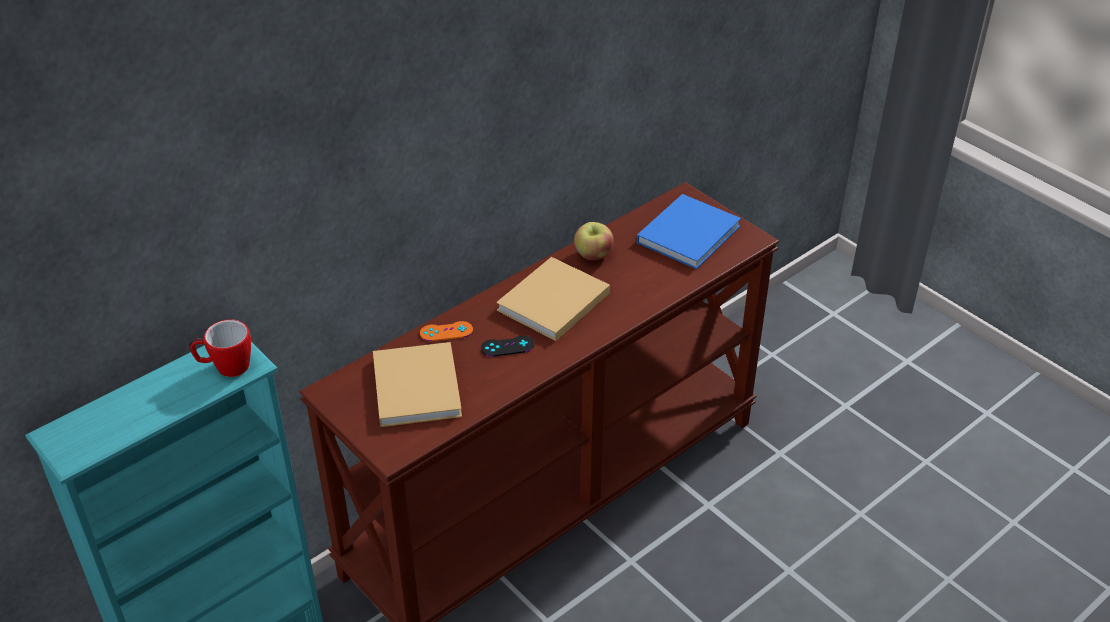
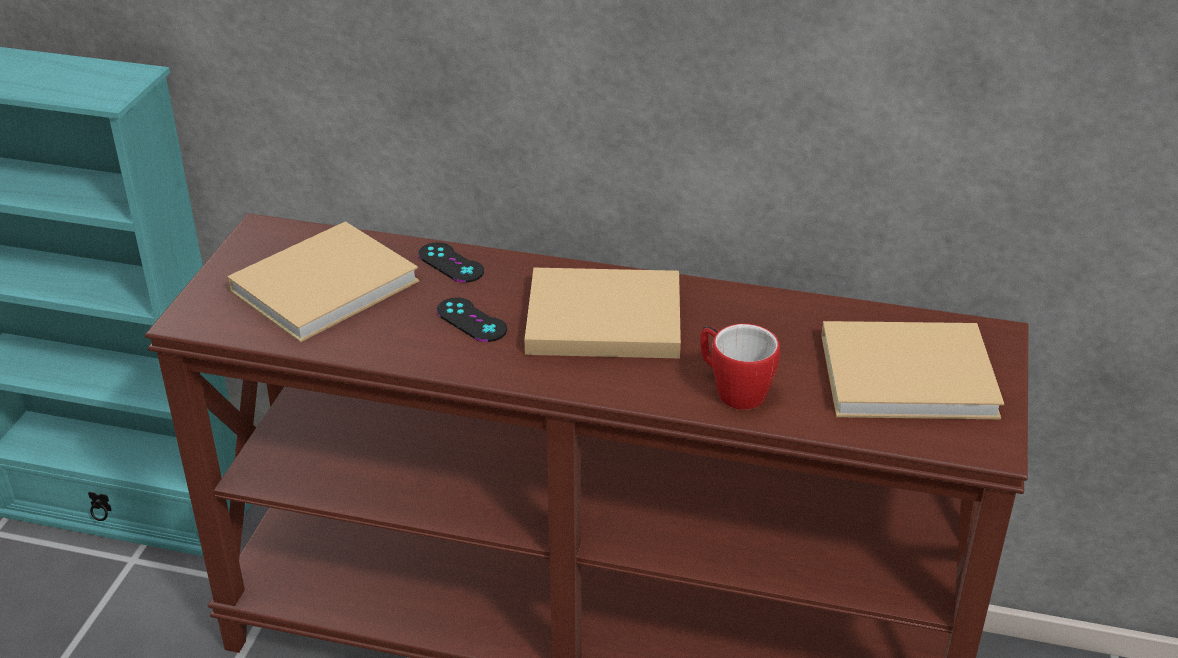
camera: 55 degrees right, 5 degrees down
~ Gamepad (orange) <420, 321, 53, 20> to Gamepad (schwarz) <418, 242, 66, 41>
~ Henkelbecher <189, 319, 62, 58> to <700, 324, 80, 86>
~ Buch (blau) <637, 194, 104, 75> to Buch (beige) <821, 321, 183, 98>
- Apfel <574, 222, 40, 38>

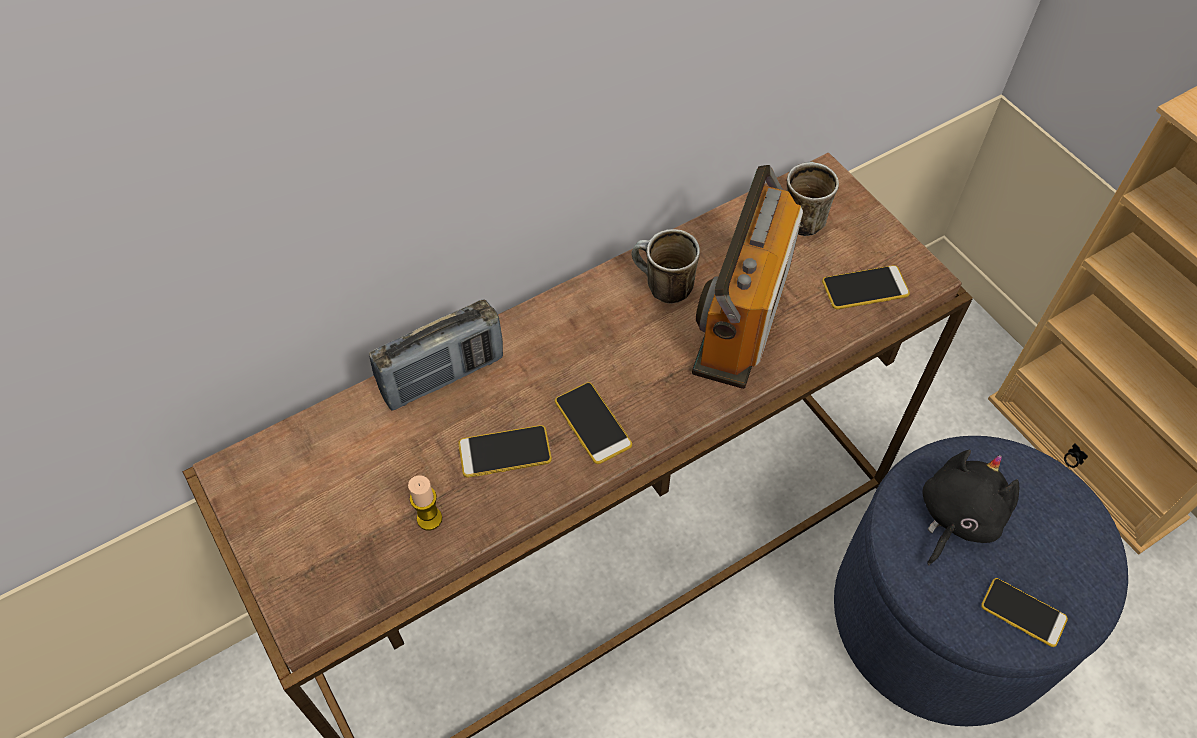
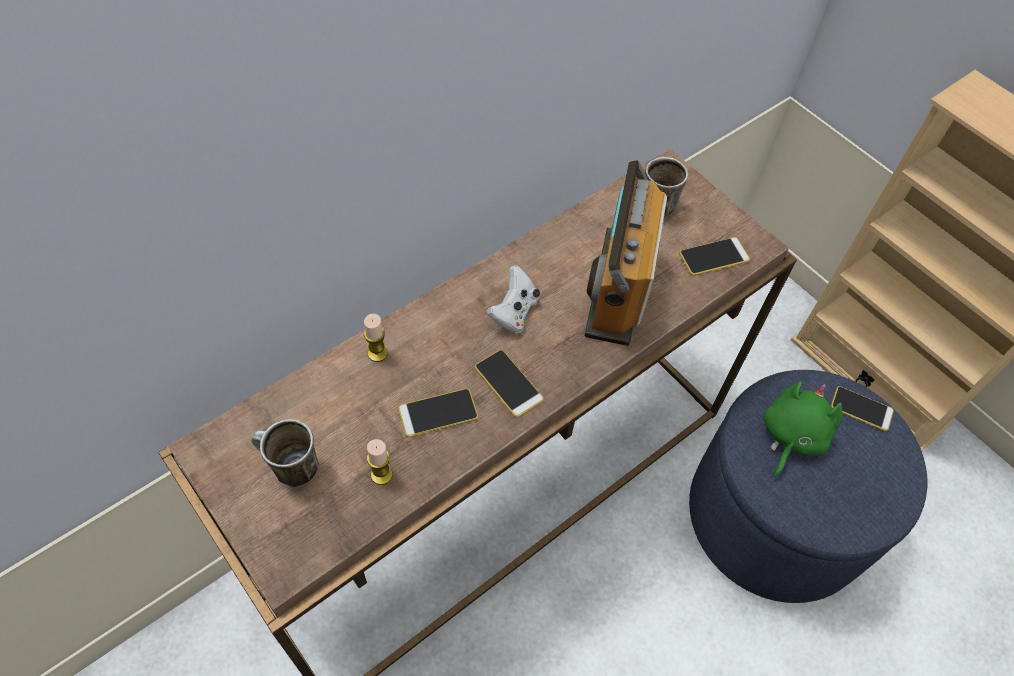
camera: 10 degrees left, 0 degrees up
~ Henkelbecher <632, 229, 68, 75> to <251, 419, 68, 68>
~ Radio <369, 299, 134, 112> to Kerze <364, 314, 23, 48>
+ Gamepad (weiß) <486, 266, 54, 68>
~ Plüschtier (schwarz) <923, 450, 96, 115> to Plüschtier (grün) <764, 382, 78, 95>
~ Handy <981, 578, 87, 69> to <831, 386, 63, 45>

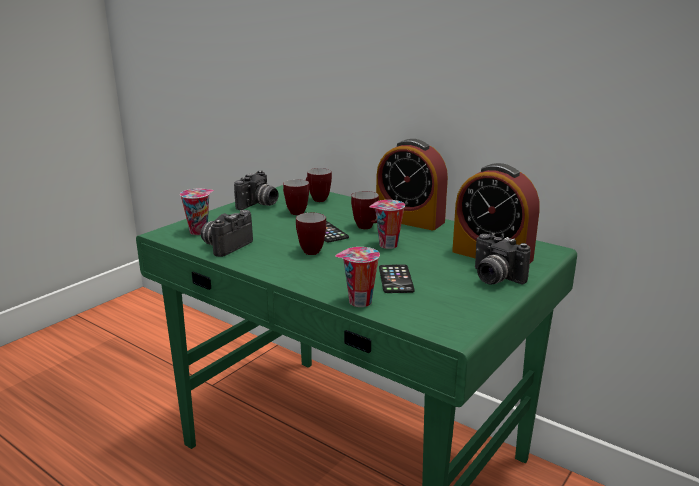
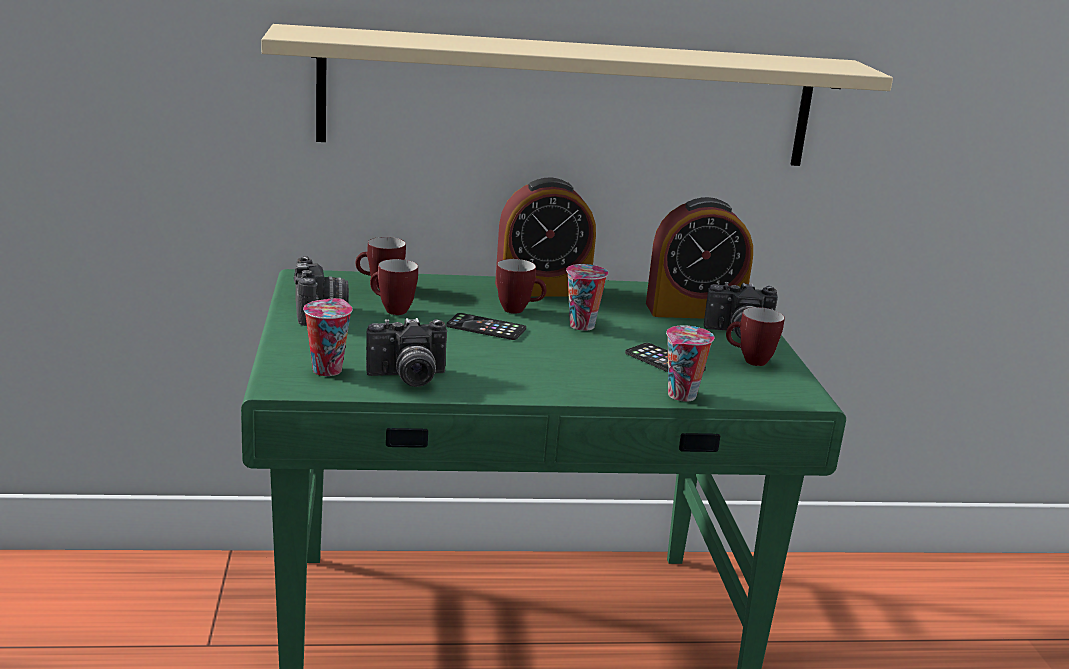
camera: 45 degrees left, 0 degrees up
+ Wandregal (beige) <261, 24, 632, 142>
~ Kamera <201, 210, 52, 47> = <366, 318, 81, 69> 90 degrees counterclockwise
~ Henkelbecher <296, 213, 30, 42> to <726, 307, 59, 59>

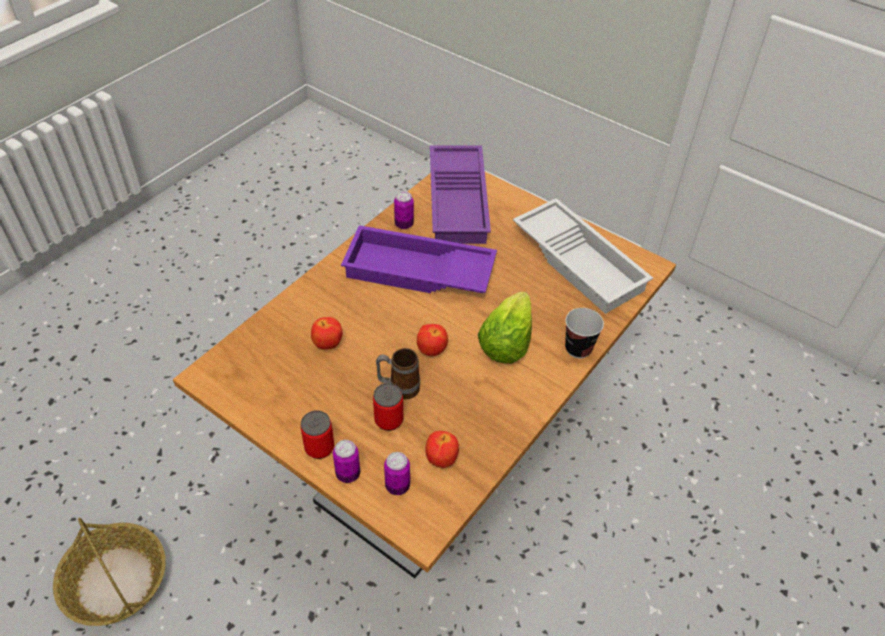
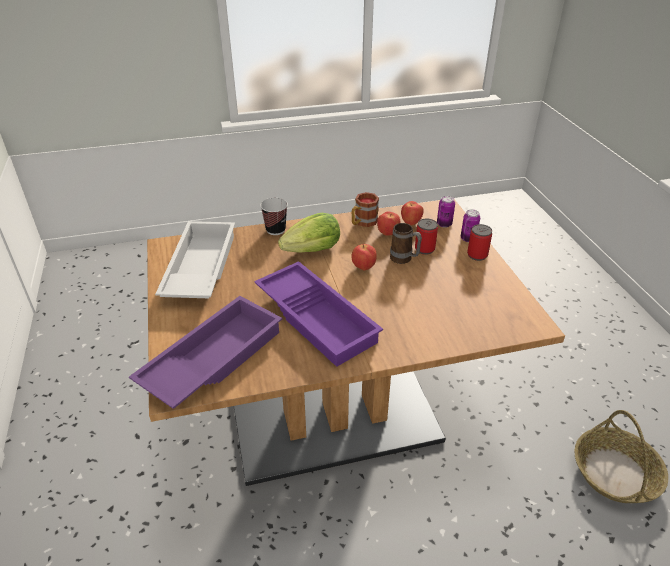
camera: 140 degrees left, 10 degrees down
+ Henkelbecher <351, 192, 28, 35>
~ Apfel <311, 317, 32, 33> to <377, 211, 24, 25>
- Dose <394, 191, 20, 38>

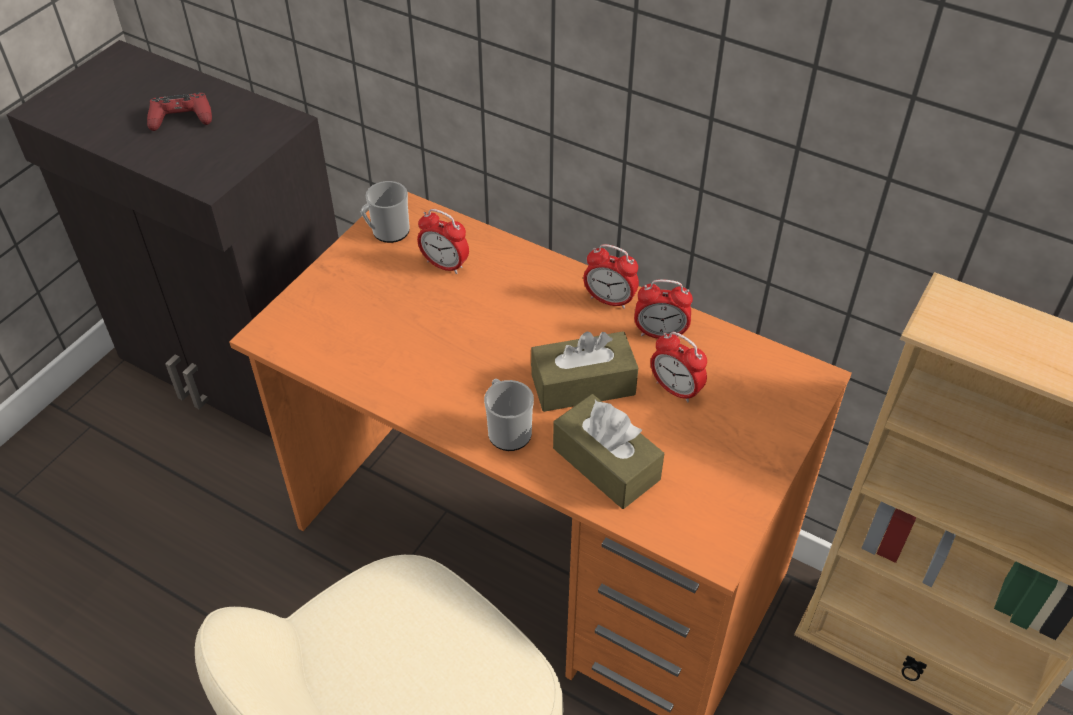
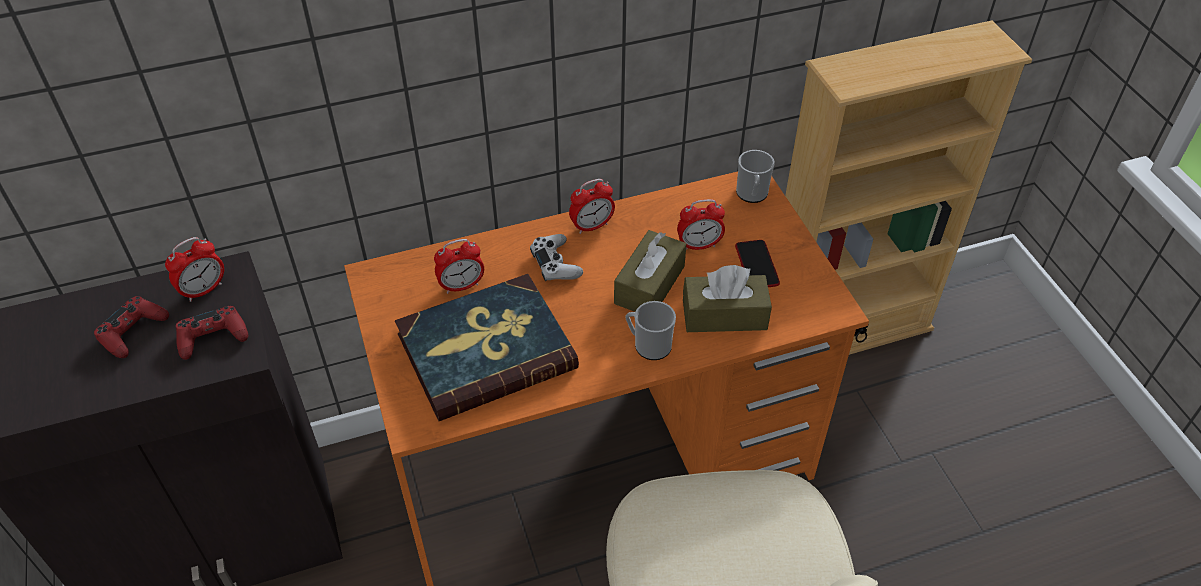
camera: 50 degrees left, 0 degrees up
~ Wecker <634, 279, 59, 60> to <165, 237, 59, 65>
+ Gamepad (rot) <176, 306, 72, 54>
+ Buch <395, 274, 184, 147>
+ Gamepad (weiß) <530, 234, 53, 47>
+ Handy <735, 240, 45, 47>
~ Henkelbecher <361, 181, 49, 62> to <736, 150, 39, 53>

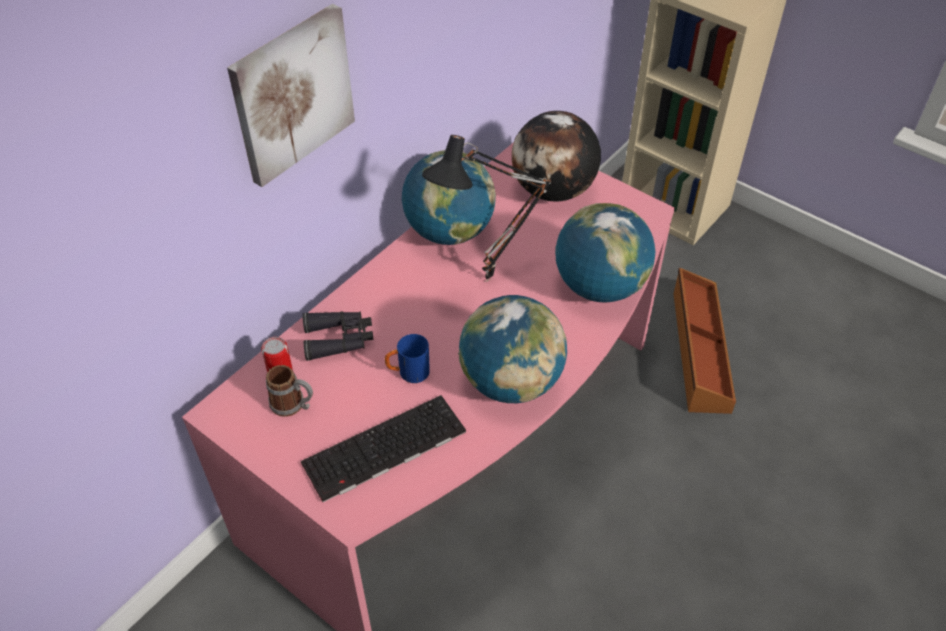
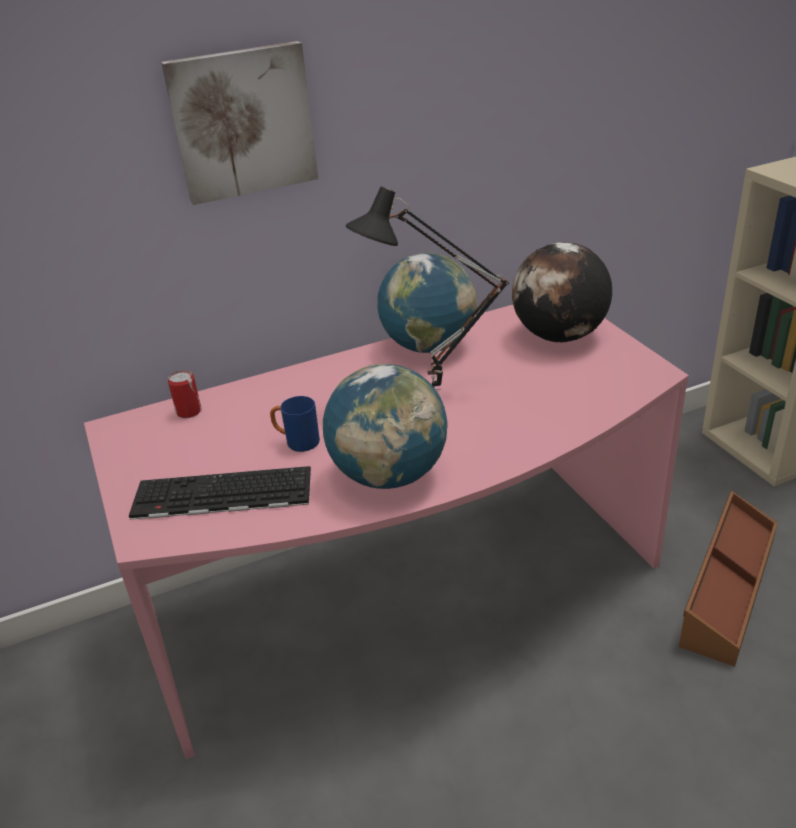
camera: 30 degrees right, 15 degrees down
- Henkelbecher <266, 365, 47, 52>
- Fernglas (schwarz) <302, 311, 71, 50>
- Globus <555, 203, 100, 99>

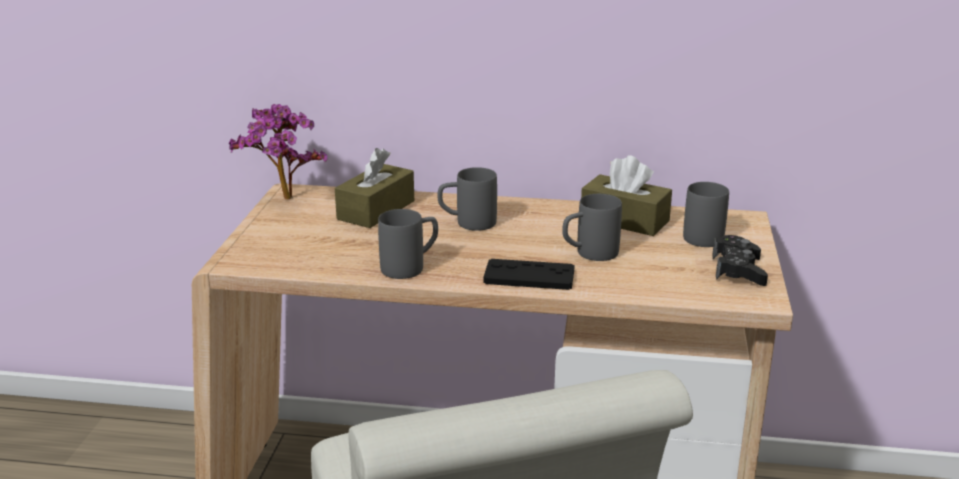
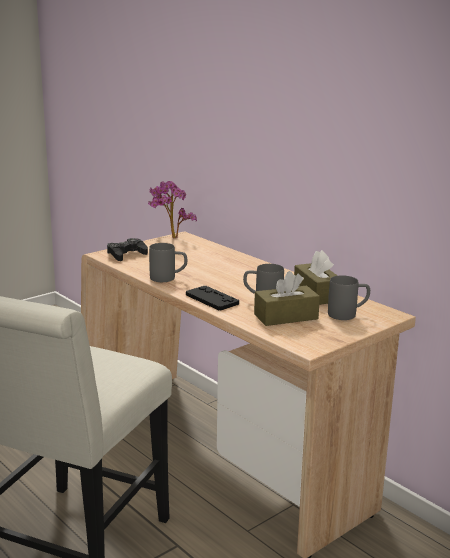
camera: 40 degrees right, 5 degrees down
~ Gamepad (schwarz) <712, 235, 56, 51> to <107, 238, 41, 23>
~ Taschentuchbox (braun) <335, 148, 79, 80> to <254, 271, 66, 55>
- Henkelbecher (grau) <437, 167, 60, 64>

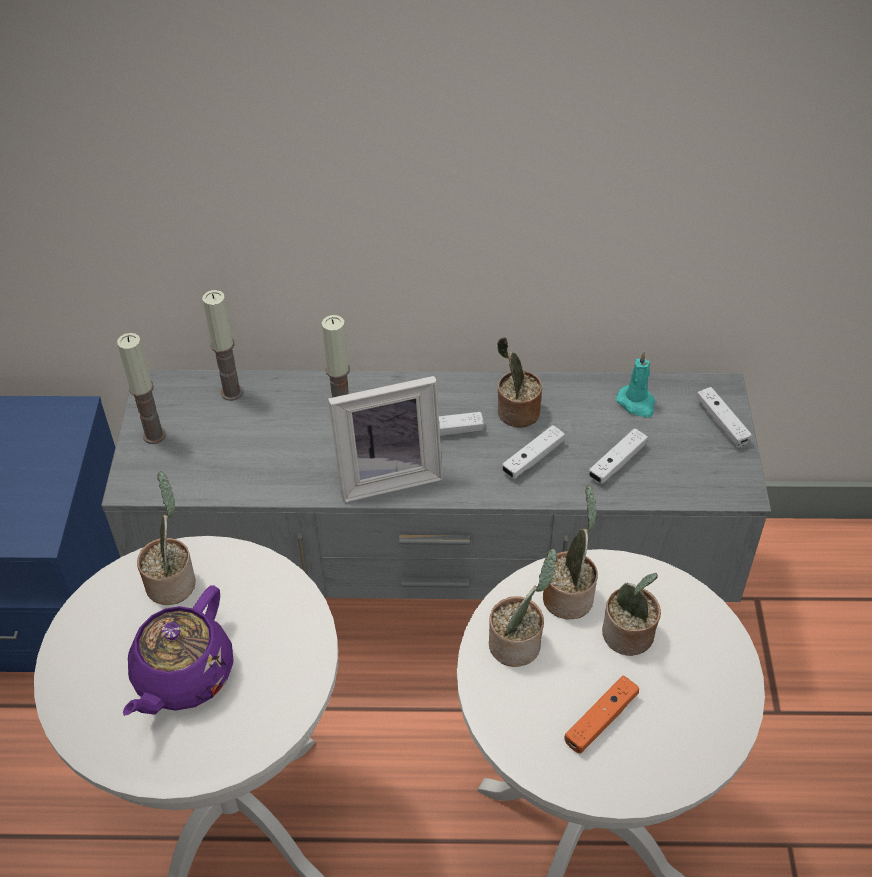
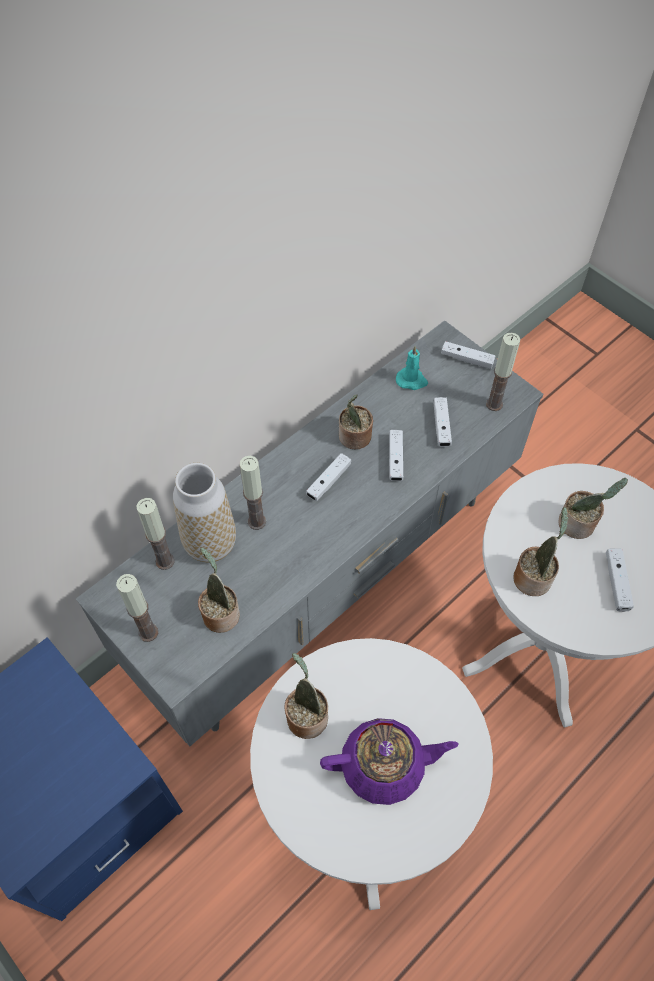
camera: 45 degrees left, 10 degrees up
+ Vase <173, 463, 63, 100>
~ Topfpflanze <543, 485, 55, 134> to <198, 548, 42, 85>
~ Teekanne (lila) <123, 585, 111, 131> = <320, 718, 139, 87> 75 degrees counterclockwise
+ Kerze <486, 333, 34, 78>
~ Gamepad (orange) <565, 676, 74, 78> to Gamepad (weiß) <606, 548, 28, 64>
- Bilderrahmen <328, 376, 115, 127>

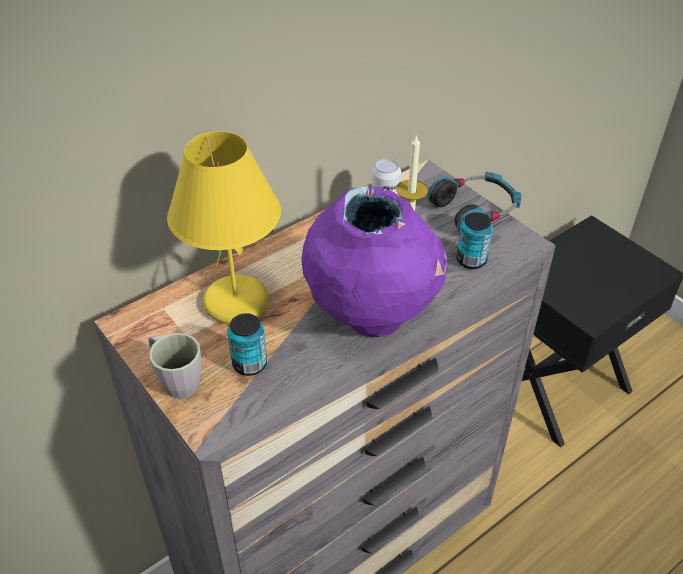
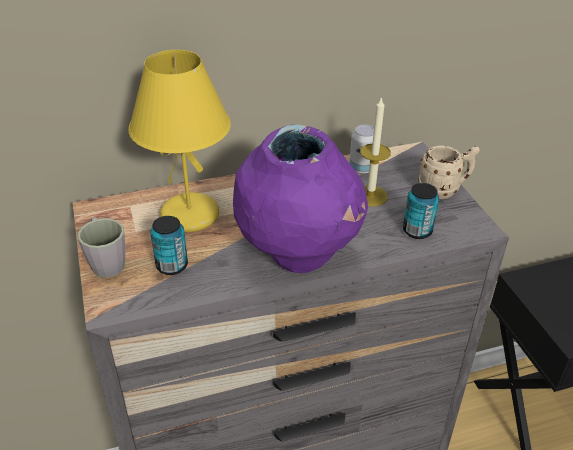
camera: 20 degrees right, 5 degrees down
~ Kopfhörer <427, 172, 94, 60> to Henkelbecher (beige) <418, 145, 62, 54>

